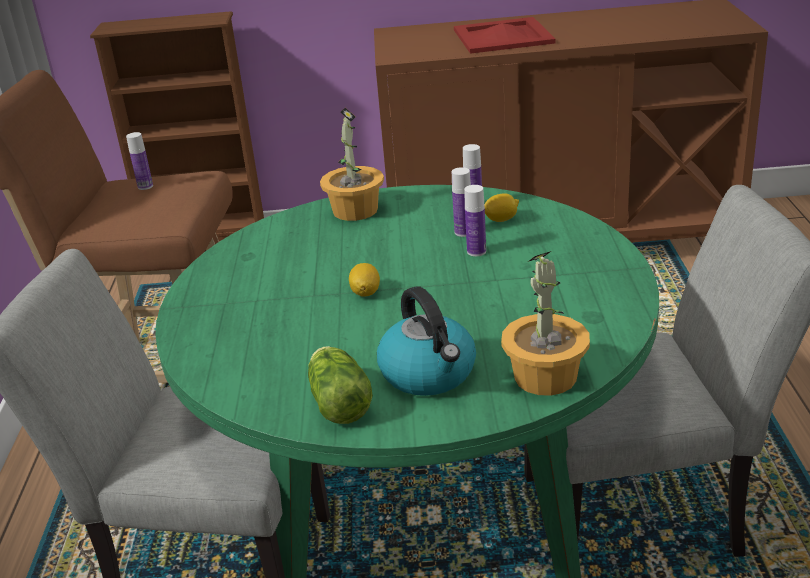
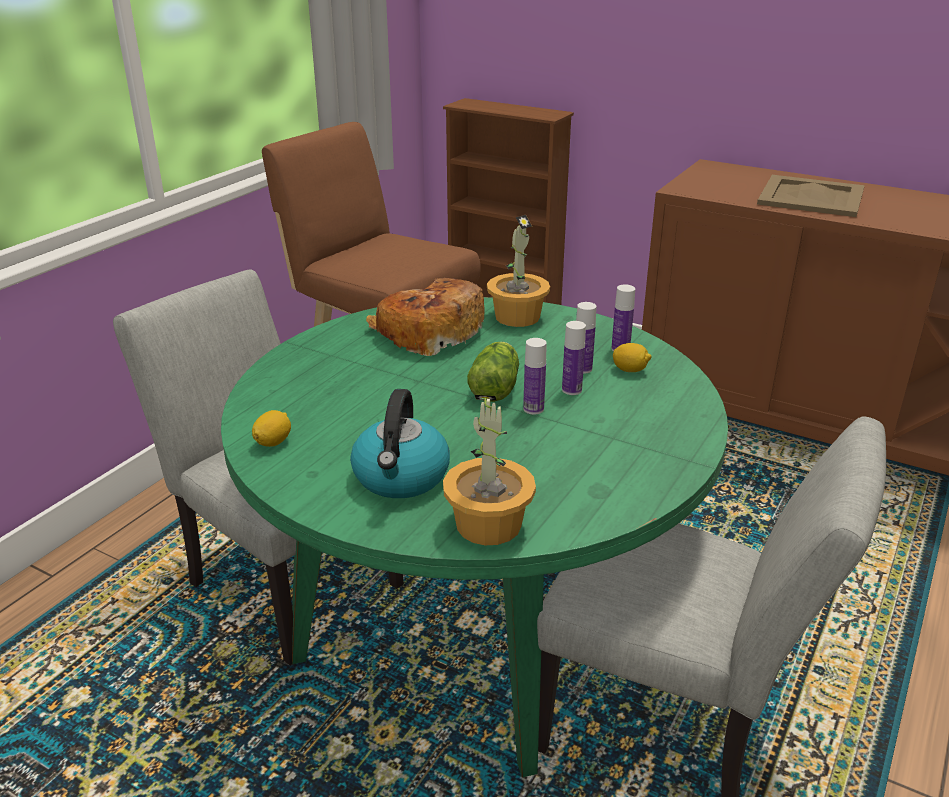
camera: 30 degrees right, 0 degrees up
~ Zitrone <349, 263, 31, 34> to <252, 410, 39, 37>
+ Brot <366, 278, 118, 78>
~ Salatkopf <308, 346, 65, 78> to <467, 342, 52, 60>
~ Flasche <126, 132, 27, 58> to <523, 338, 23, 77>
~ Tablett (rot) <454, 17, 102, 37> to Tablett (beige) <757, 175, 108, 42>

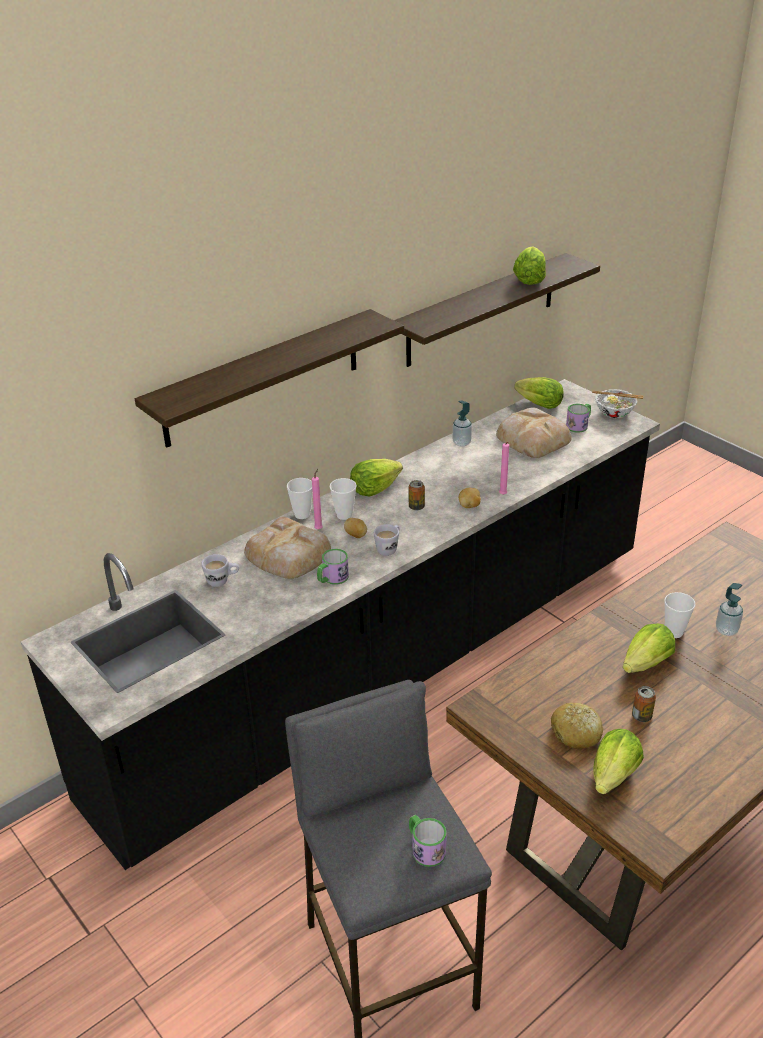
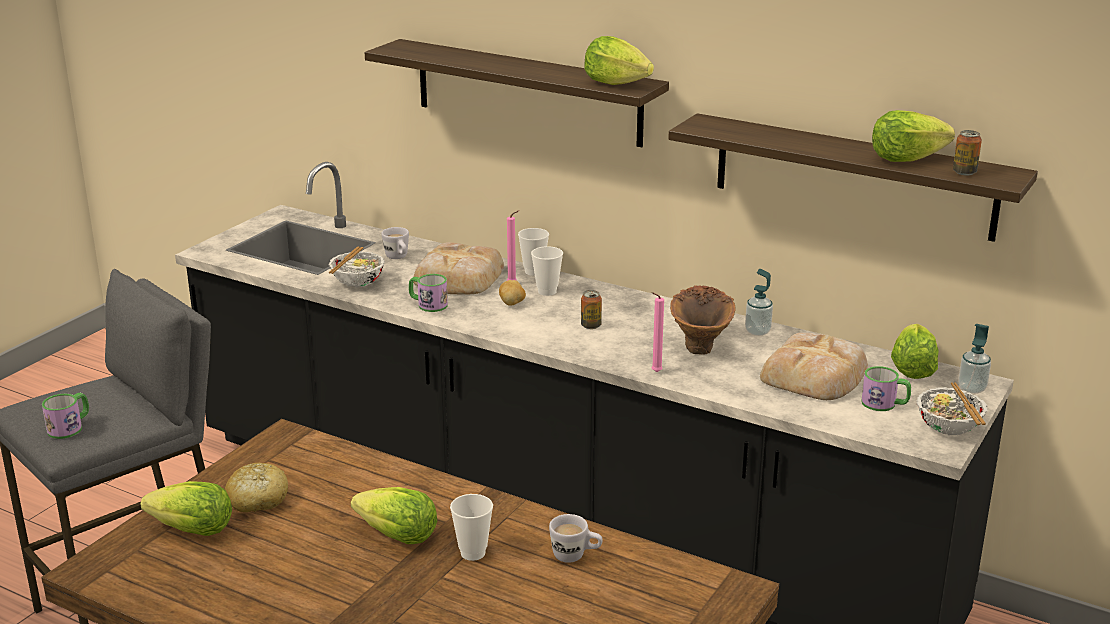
camera: 70 degrees right, 10 degrees down
+ Schüssel <329, 246, 56, 41>
~ Henkelbecher (weiß) <374, 524, 25, 32> to <549, 514, 54, 49>
~ Salatkopf <350, 459, 53, 38> to <585, 36, 69, 49>
+ Vase (braun) <670, 285, 65, 69>
~ Dose <632, 686, 24, 36> to <953, 130, 29, 45>
~ Seifenspender <716, 583, 27, 53> to <959, 324, 32, 70>
- Kartoffel <459, 488, 22, 20>

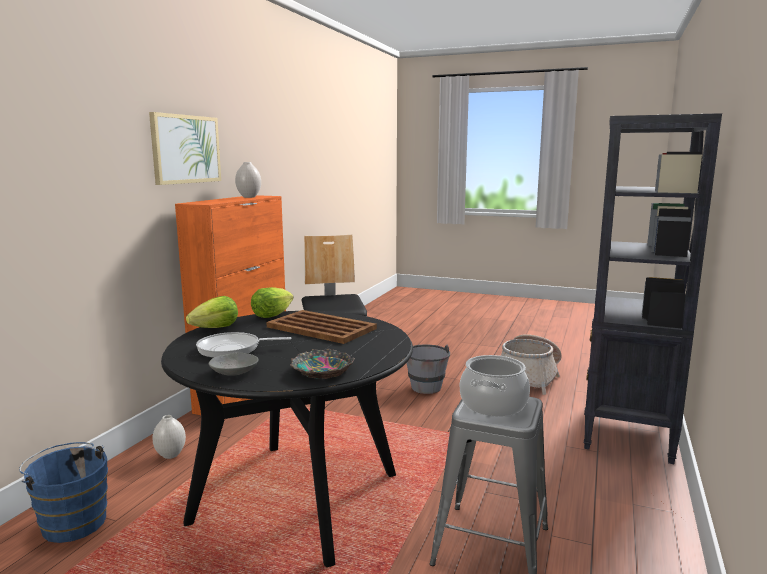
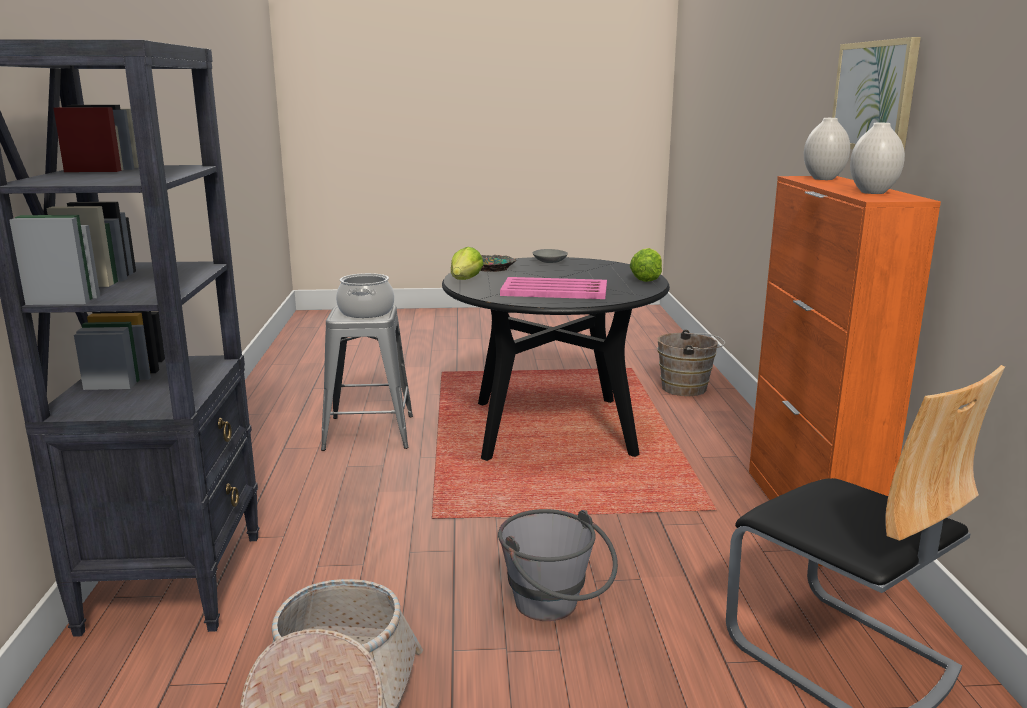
camera: 155 degrees right, 5 degrees up
~ Salatkopf <251, 287, 43, 31> to <451, 247, 33, 33>
~ Tablett (braun) <266, 310, 111, 34> to Tablett (rosa) <500, 277, 107, 22>
~ Eimer (blau) <19, 442, 89, 101> to Eimer (braun) <657, 330, 68, 66>
~ Vase (weiß) <153, 415, 33, 44> to <804, 118, 46, 62>
- Pfanne <196, 332, 96, 26>

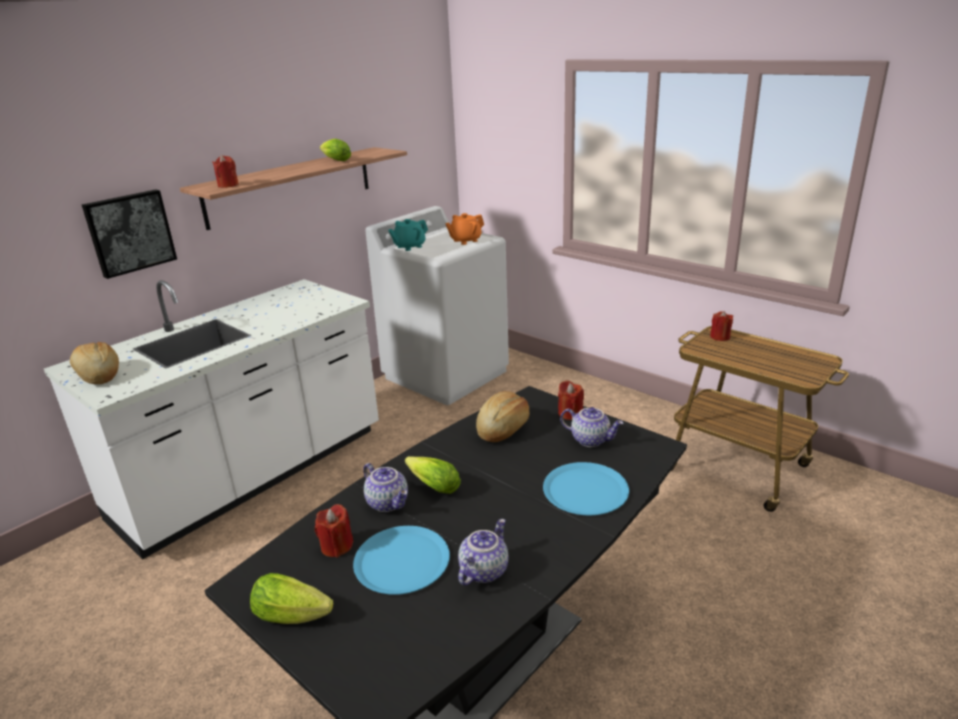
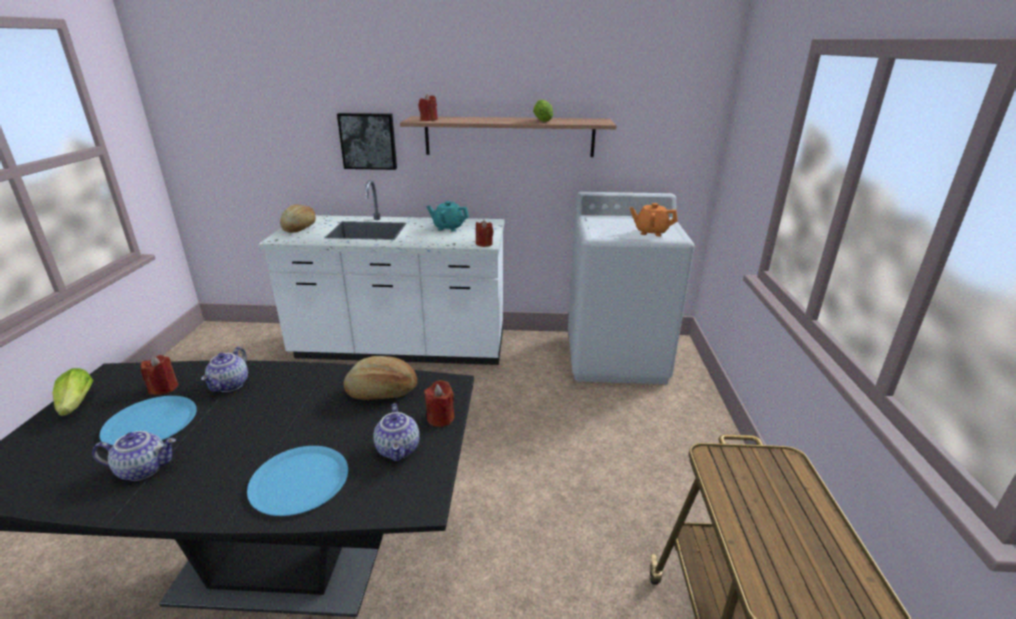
camera: 50 degrees right, 0 degrees up
~ Teekanne (türkis) <388, 219, 40, 32> to <427, 201, 42, 30>
~ Kerze (rot) <710, 311, 23, 30> to <476, 221, 18, 26>
- Salatkopf <405, 456, 56, 38>

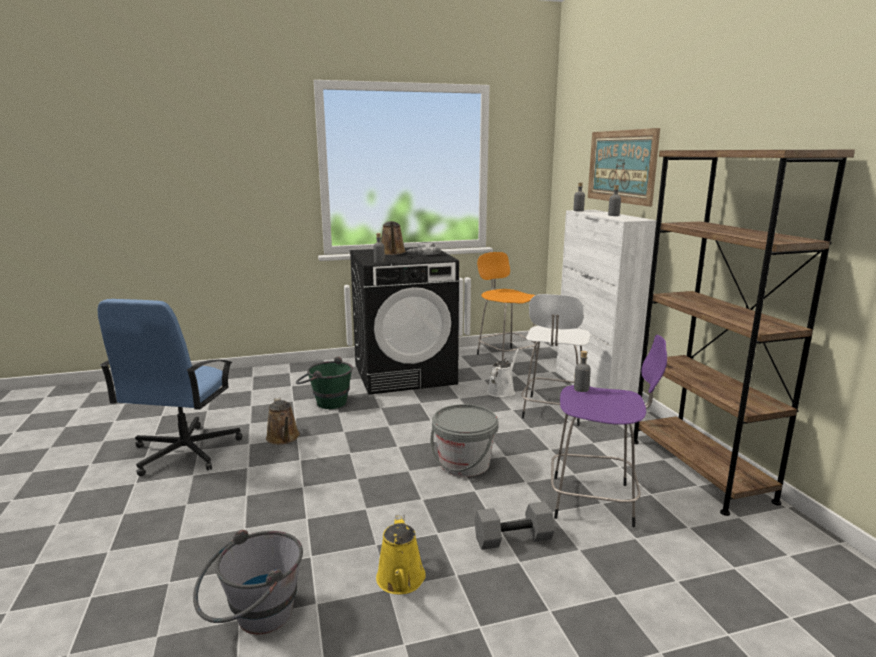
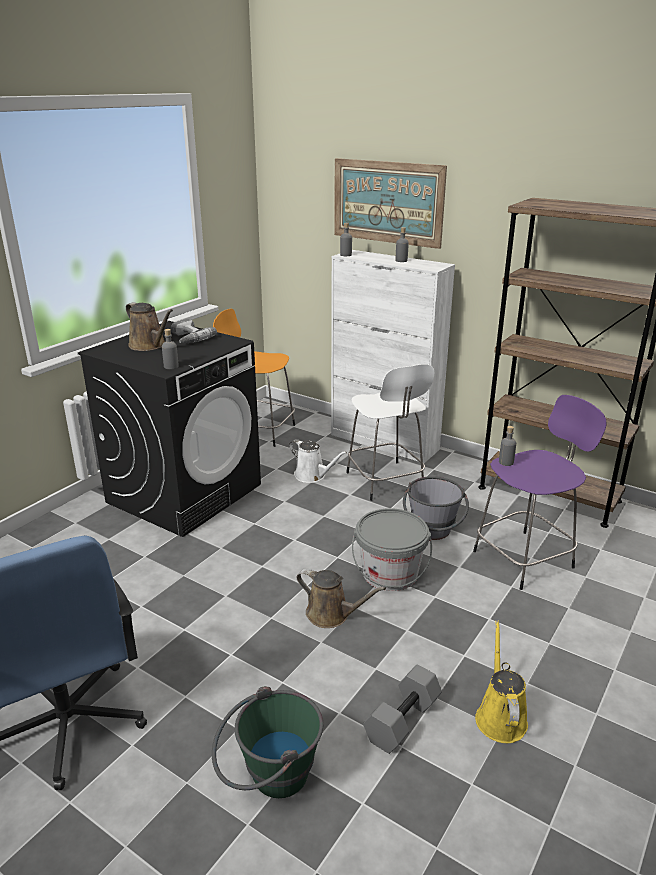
camera: 40 degrees left, 10 degrees up
~ Eimer (grün) <296, 356, 57, 53> to <212, 686, 111, 112>
~ Gießkanne (weiß) <487, 347, 33, 50> = <289, 439, 58, 44> 135 degrees clockwise
~ Gießkanne (braun) <266, 397, 34, 48> to <297, 569, 89, 59>
~ Hantel (grau) <474, 502, 81, 48> to <363, 665, 79, 89>
~ Eimer (grau) <193, 529, 110, 105> to <403, 476, 66, 64>
~ Gießkanne (gelb) <376, 514, 50, 80> = <475, 620, 53, 123> 135 degrees counterclockwise

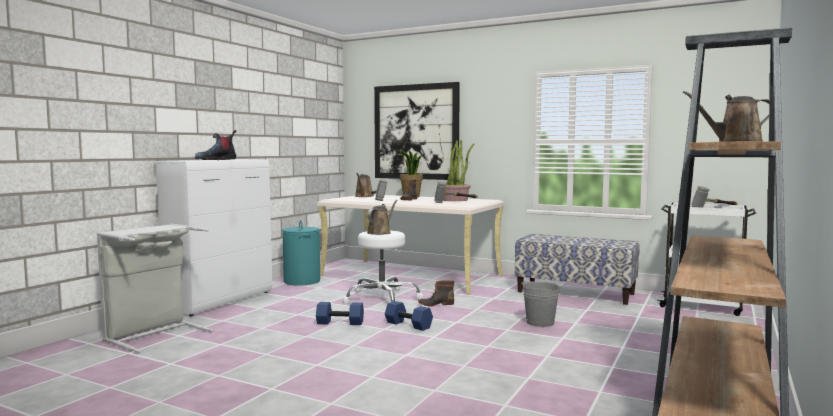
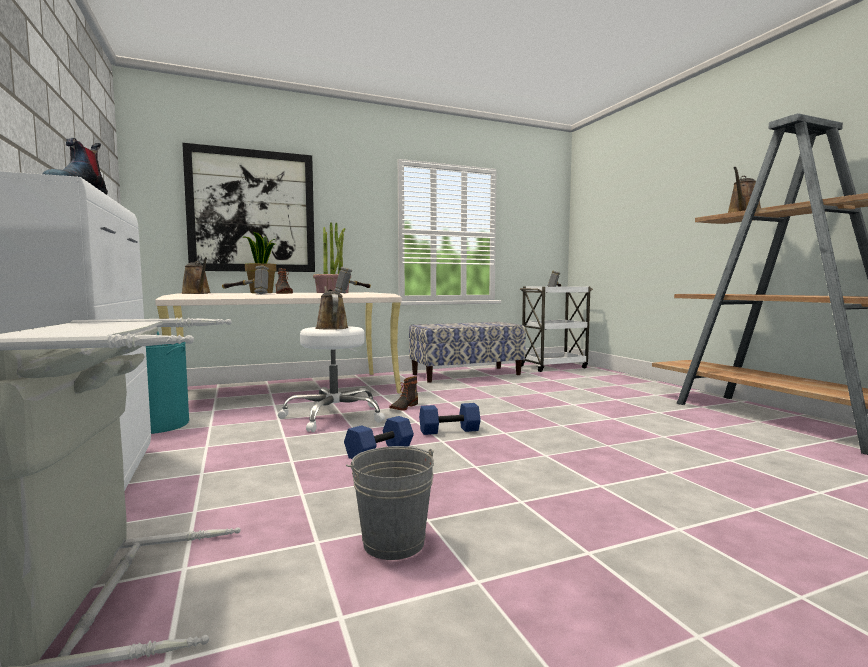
camera: 50 degrees left, 0 degrees up
~ Eimer (grau) <521, 281, 41, 46> to <346, 446, 88, 114>

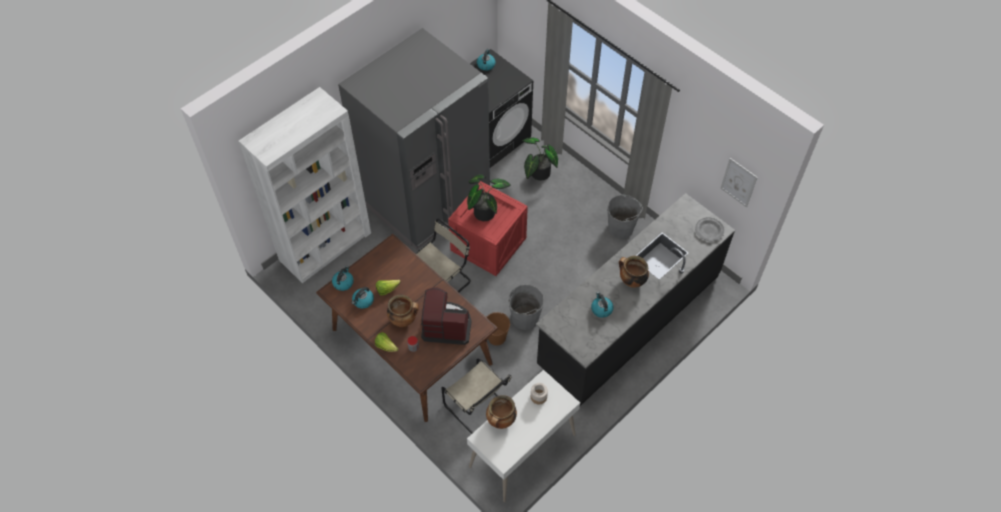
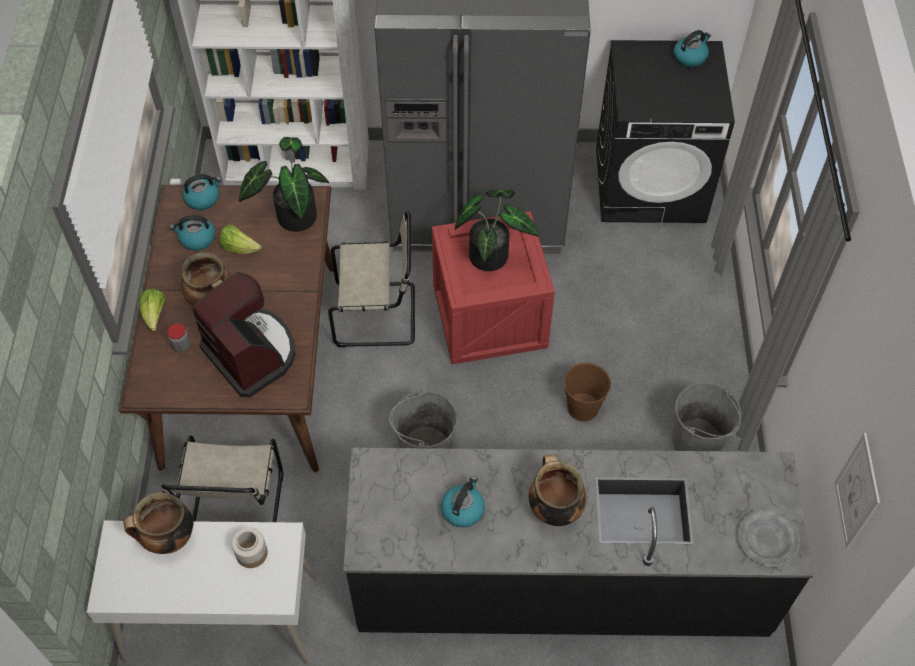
camera: 45 degrees right, 0 degrees up
~ Topfpflanze <522, 137, 36, 43> to <239, 137, 90, 95>
~ Eimer (braun) <486, 312, 24, 34> to <564, 362, 47, 59>

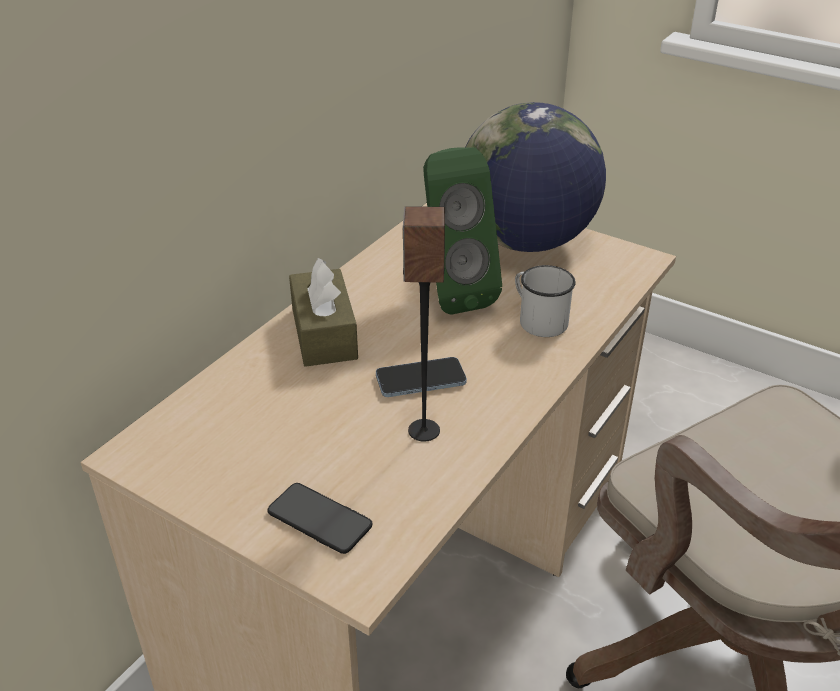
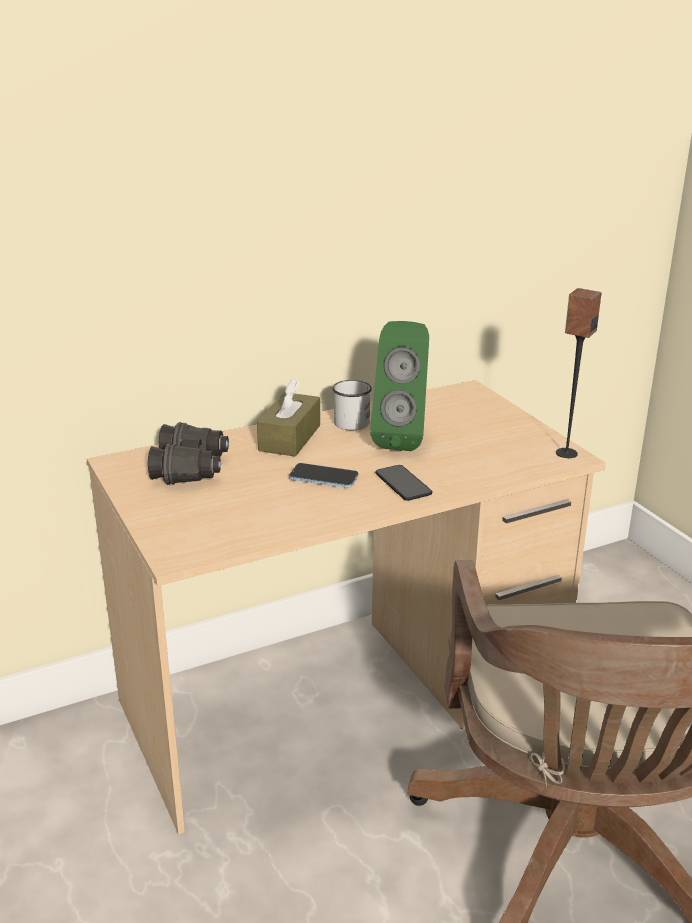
camera: 30 degrees right, 10 degrees down
+ Fernglas (schwarz) <148, 422, 81, 63>
~ Henkelbecher (weiß) <515, 265, 61, 72> to <332, 380, 40, 50>
~ Handy <267, 483, 106, 71> to <375, 465, 57, 36>
~ Lautsprecher <403, 206, 42, 236> to <556, 288, 46, 170>
- Globus <466, 102, 140, 150>

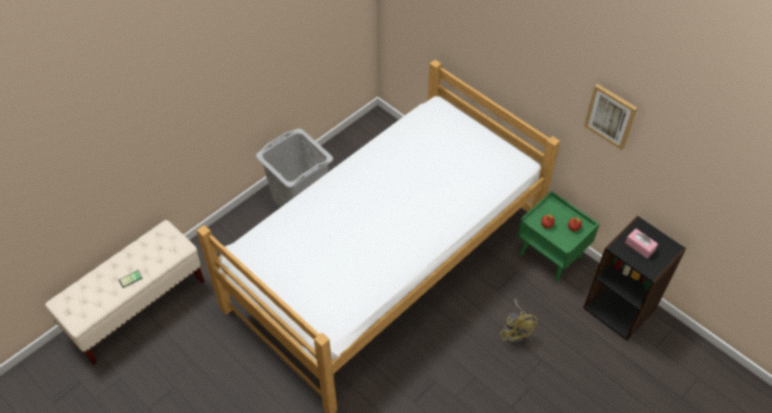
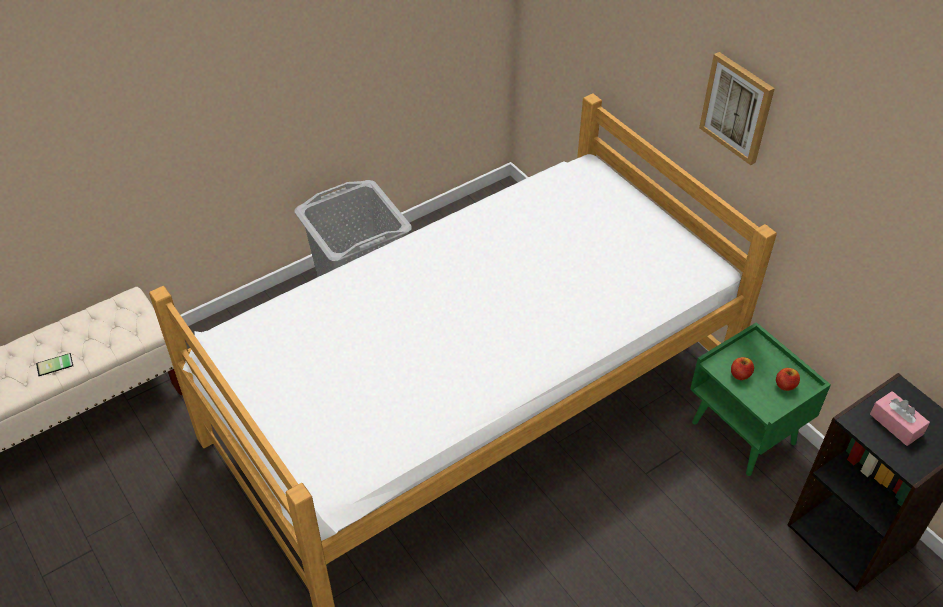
camera: 10 degrees right, 5 degrees down
~ Bild <584, 84, 53, 66> to <699, 52, 76, 113>
- Ventilator (gelb) <500, 299, 37, 45>

